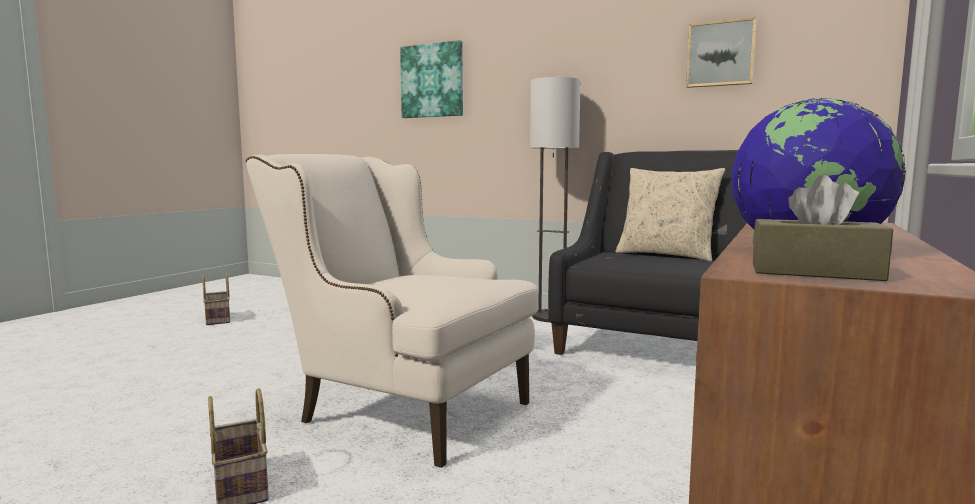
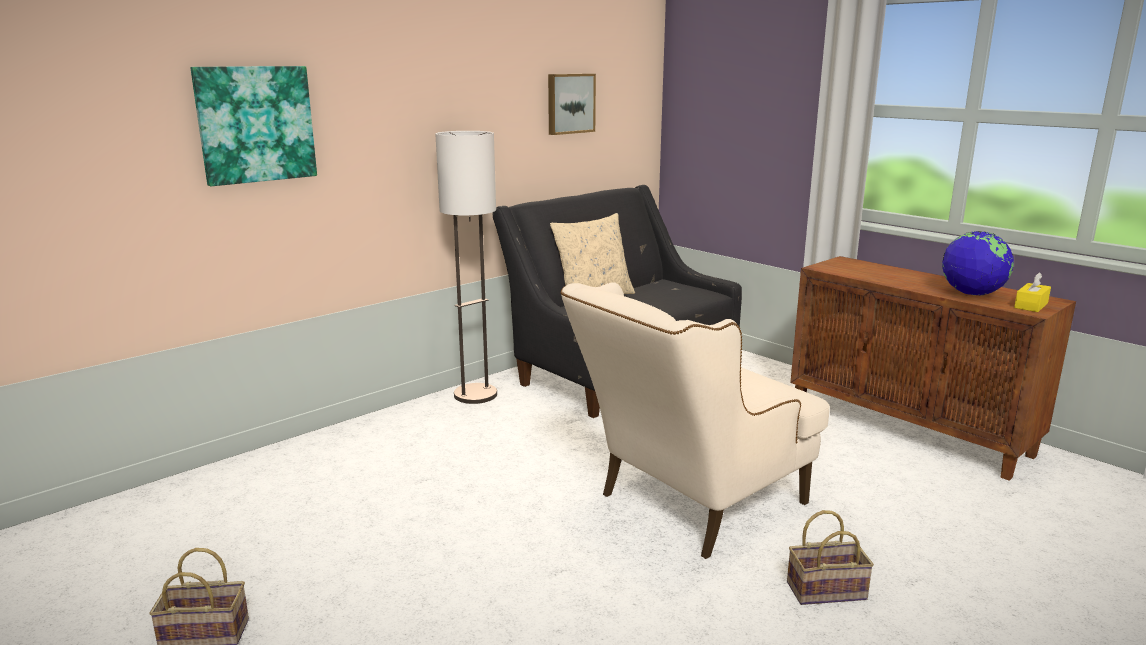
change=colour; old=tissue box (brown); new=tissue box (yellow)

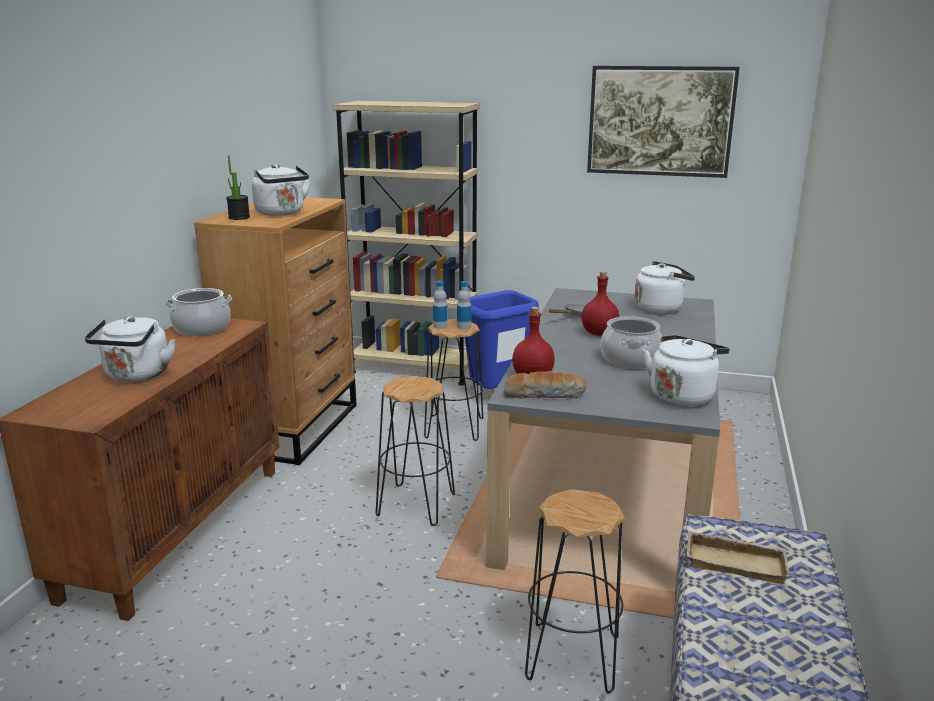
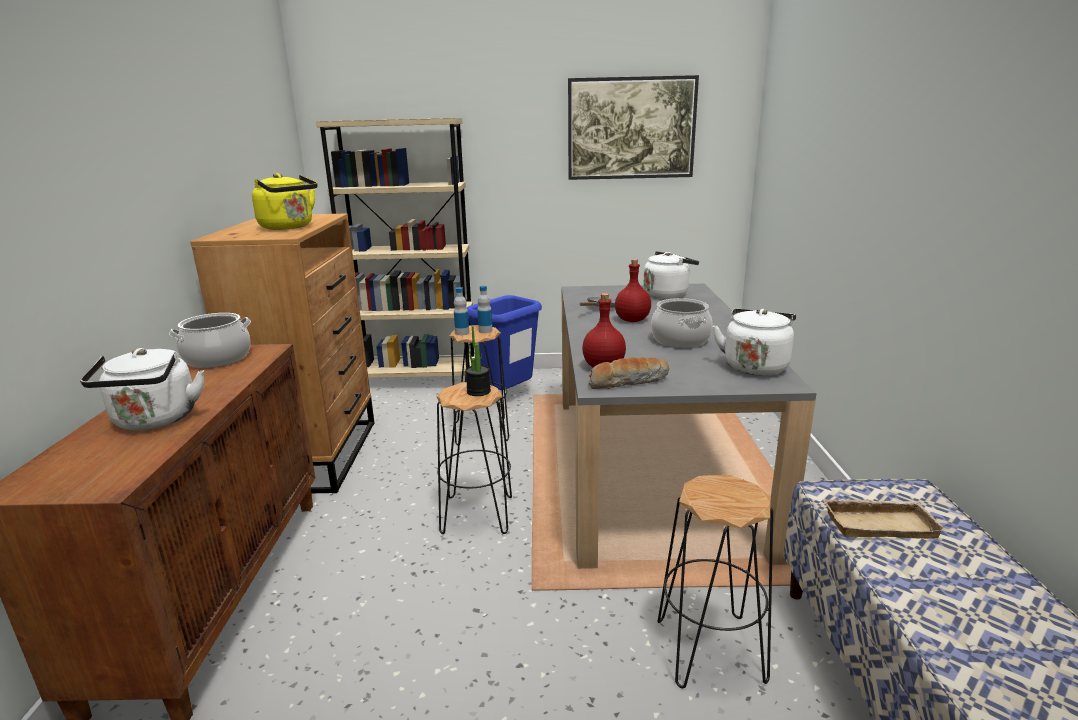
change=colour; old=kettle (white) (no. 2 from left); new=kettle (yellow)
change=relocated; old=potted plant

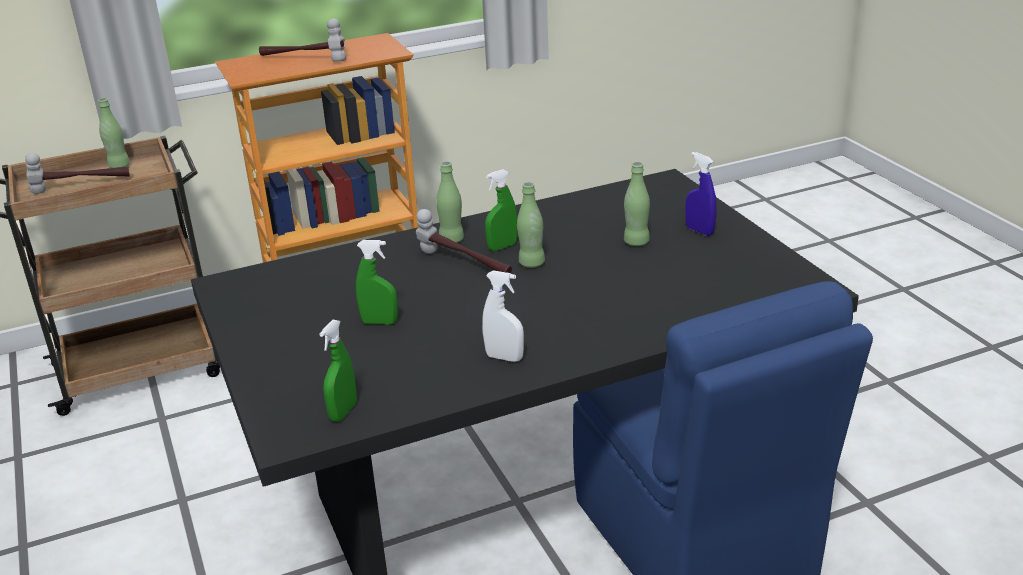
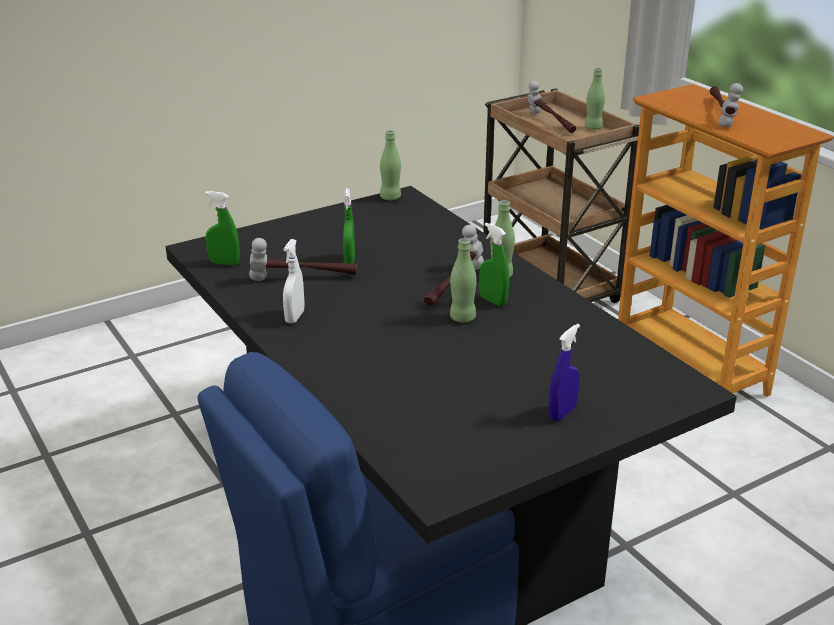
change=appeared; new=hammer (no. 1 from left)
change=relocated; old=bottle (green) (no. 4 from left in the first image); new=bottle (green) (no. 1 from left)

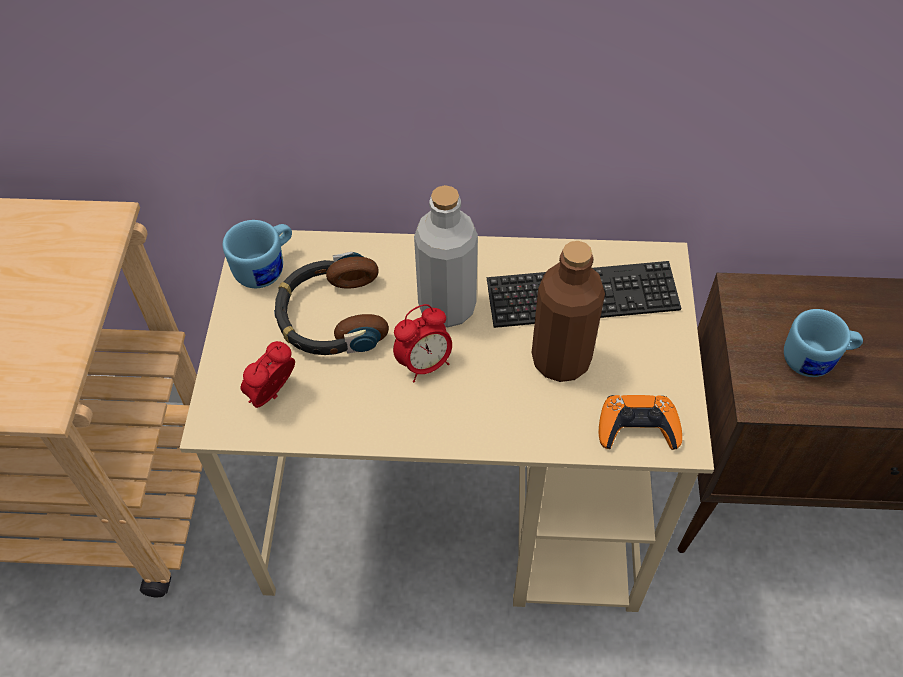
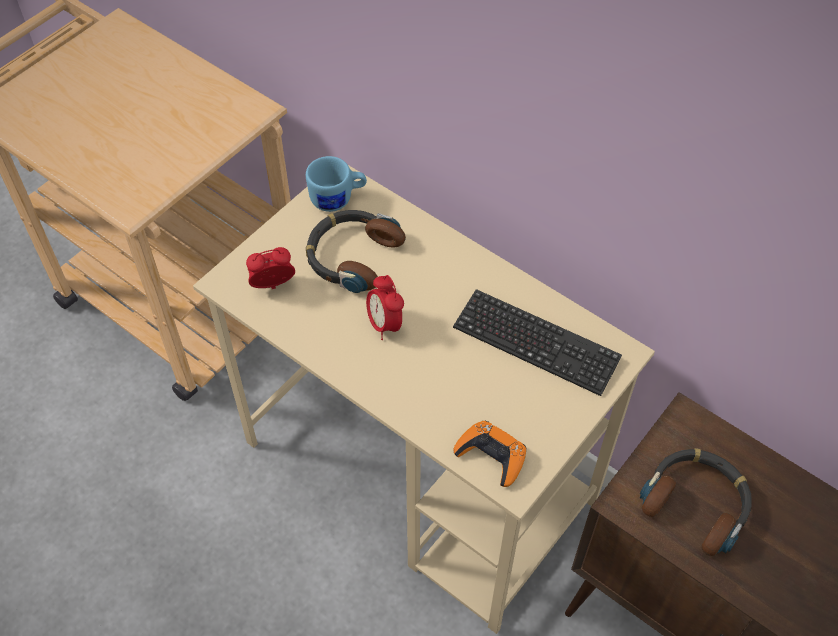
change=spun; old=alarm clock (no. 2 from left); degrees=60
change=exchanged; old=mug (blue) (no. 2 from left); new=headphones (no. 2 from left)
change=missing; old=bottle (grey)
change=missing; old=bottle (brown)

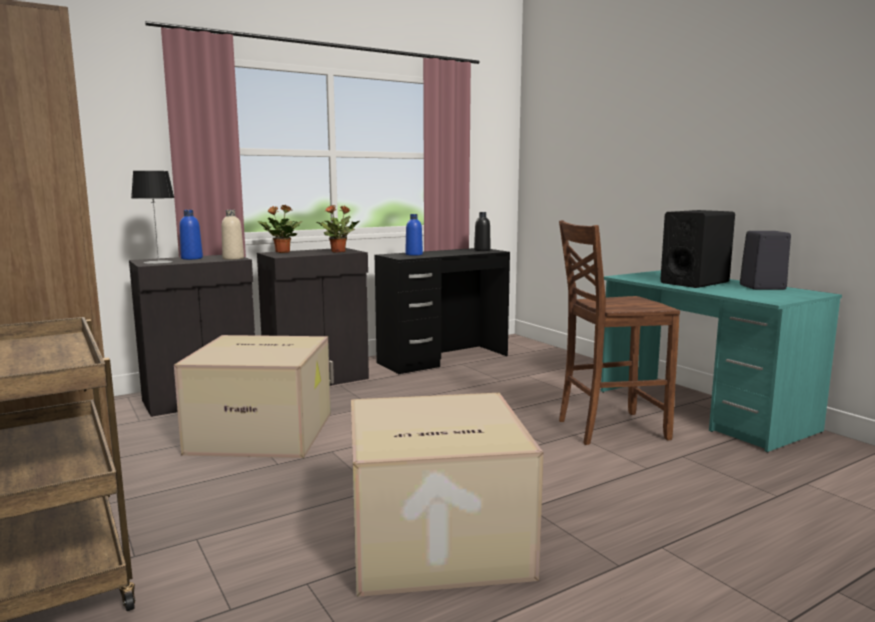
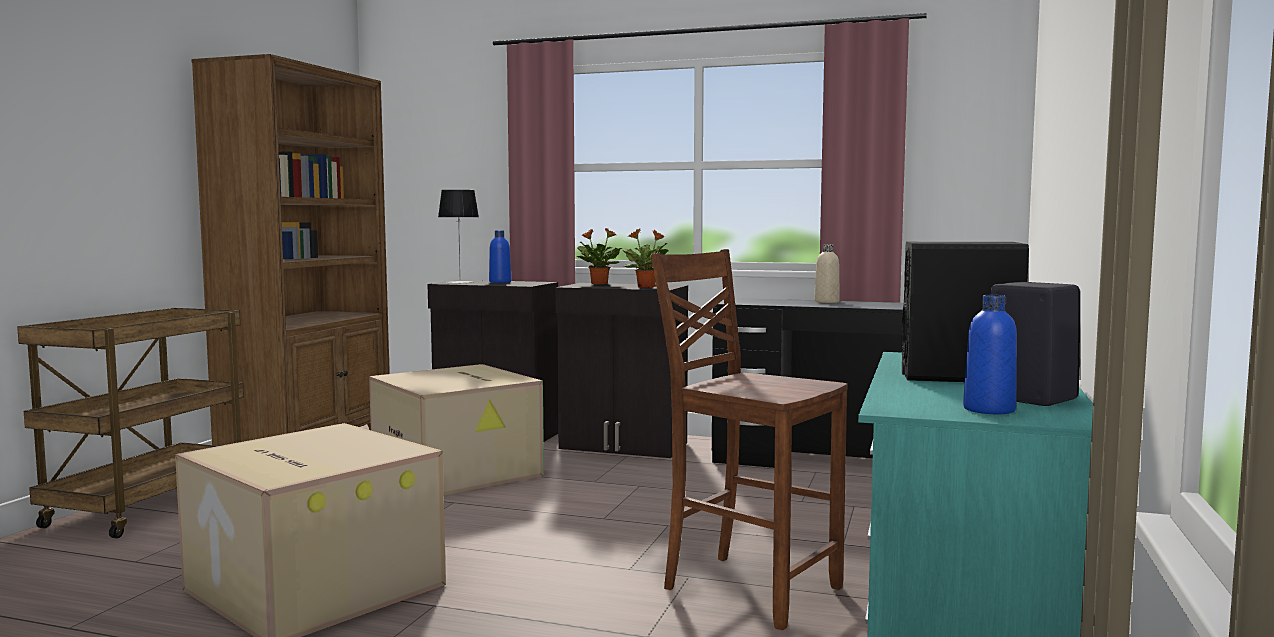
change=relocated; old=bottle (beige)
change=relocated; old=bottle (blue) (no. 2 from left)
change=missing; old=bottle (black)

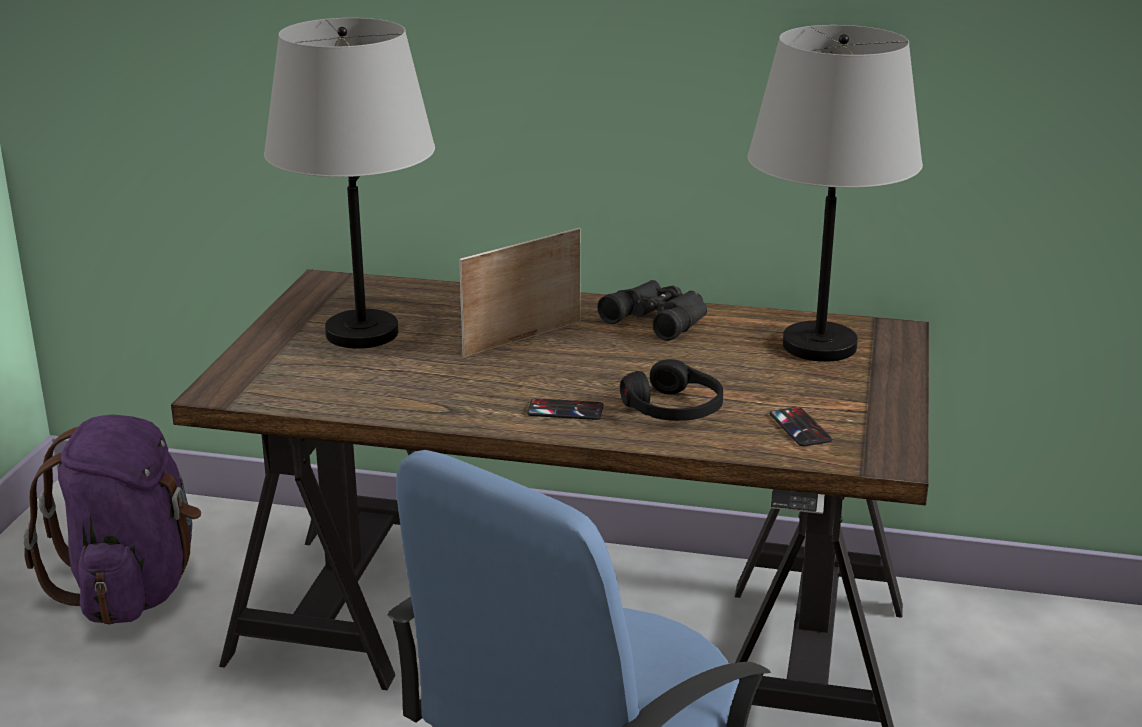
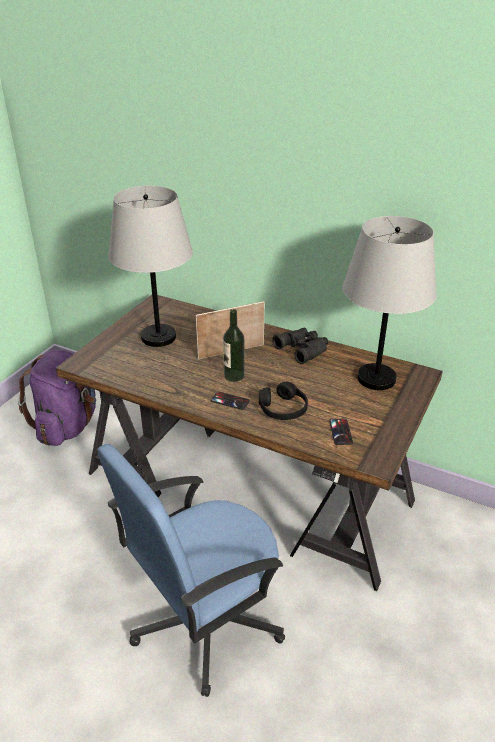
change=appeared; new=bottle

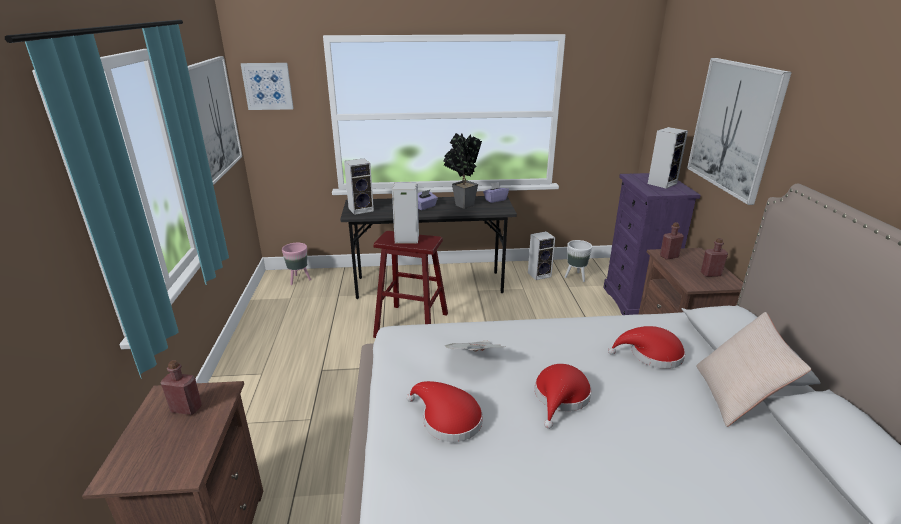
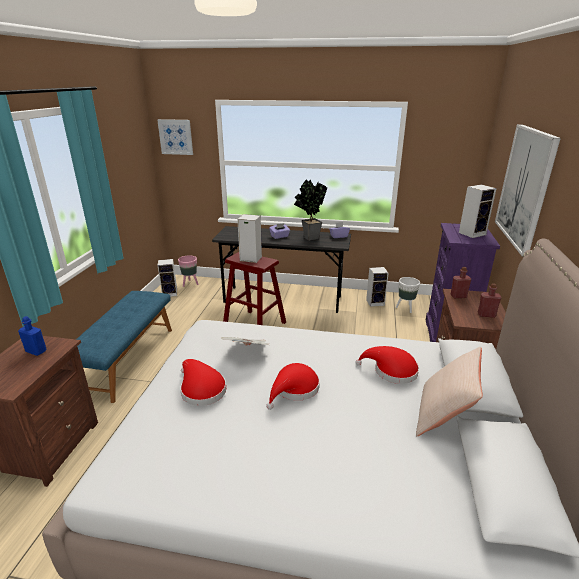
change=colour; old=bottle (red) (no. 1 from left); new=bottle (blue)
change=appeared; new=bench (blue)
change=relocated; old=speaker (no. 1 from left)
change=missing; old=picture (no. 1 from left)

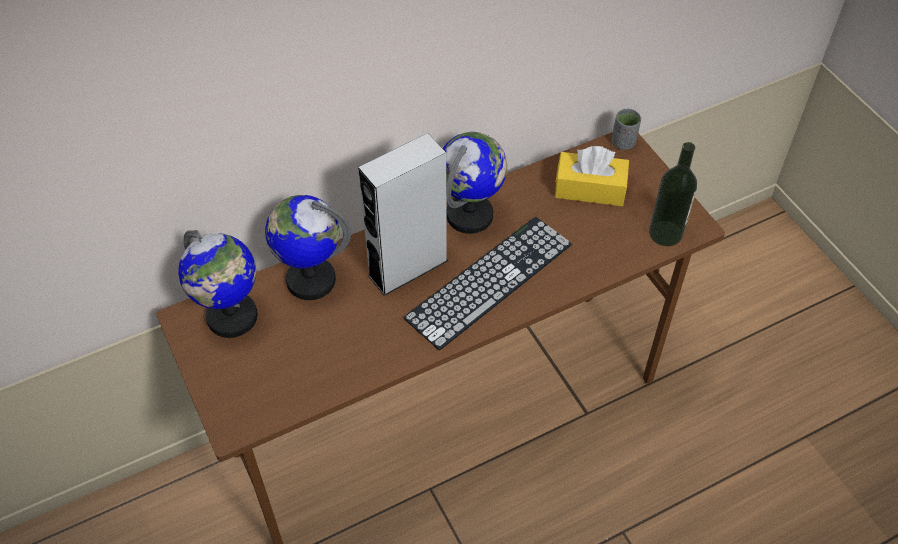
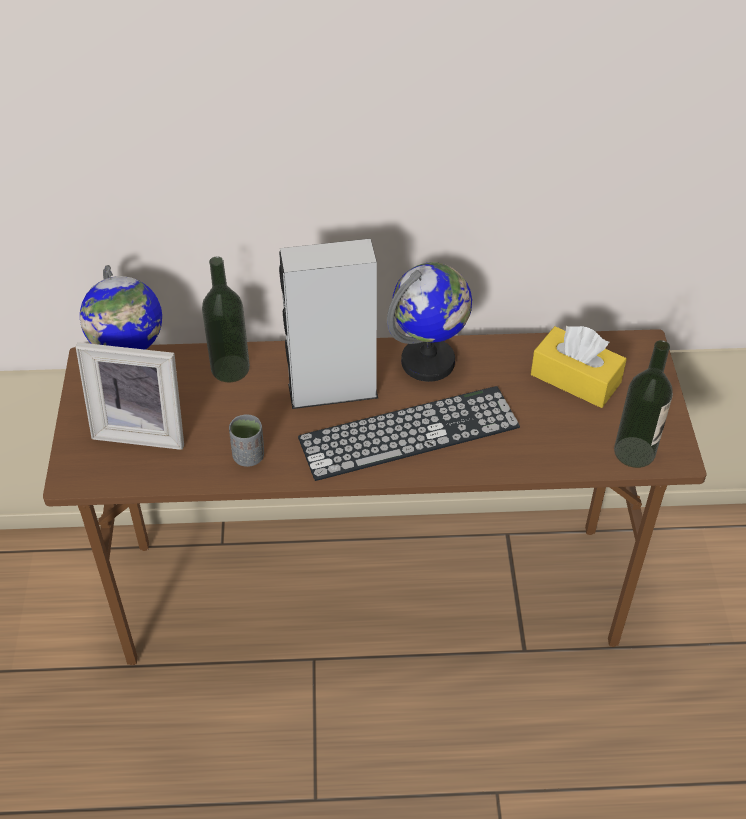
change=appeared; new=picture frame
change=exchanged; old=globe (no. 2 from left); new=bottle (no. 1 from left)
change=relocated; old=cup (grey)

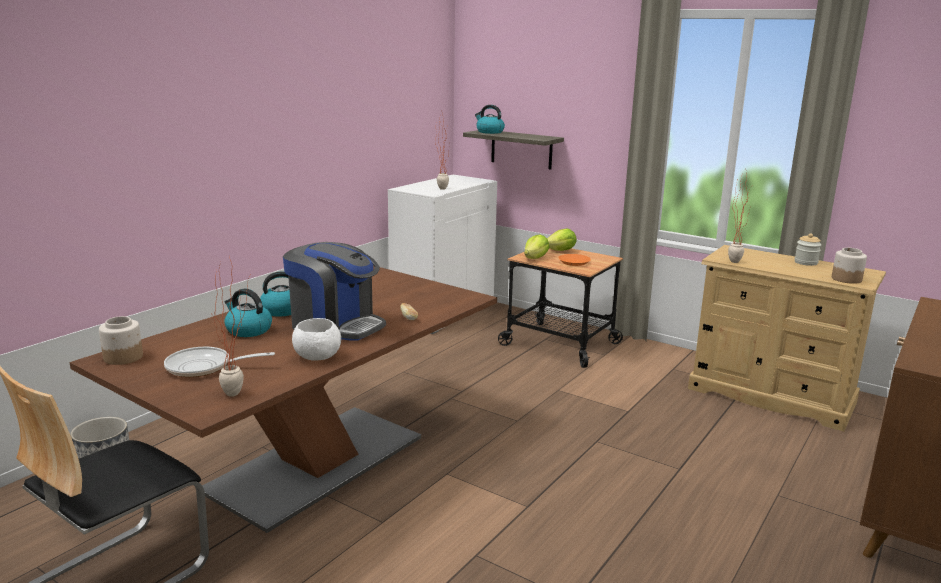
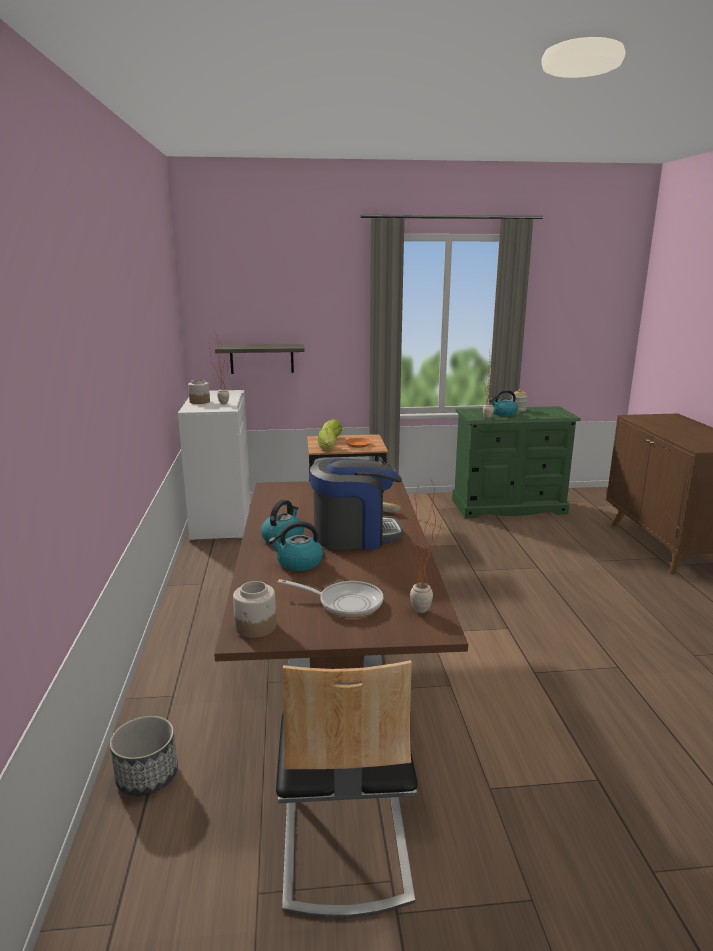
change=relocated; old=jar (no. 3 from left in the first image); new=jar (no. 1 from left)
change=spun; old=frying pan; degrees=-120
change=colour; old=dresser (beige); new=dresser (green)
change=relocated; old=kettle (no. 3 from left)
change=missing; old=bowl (white)

